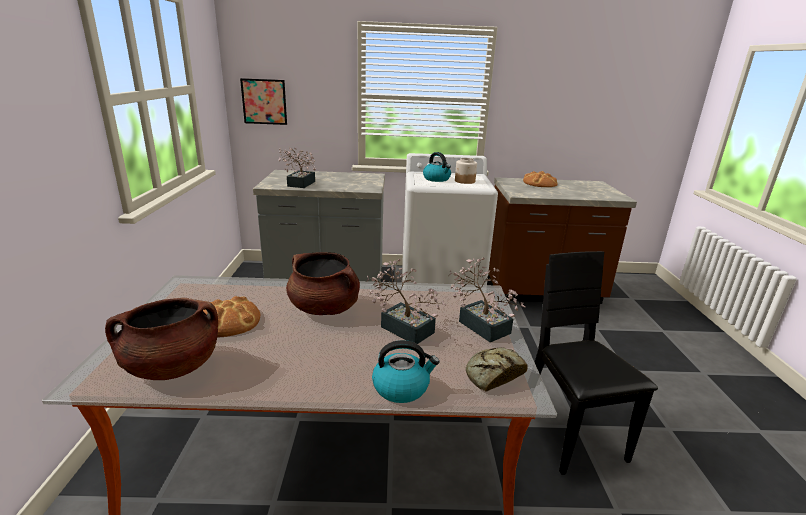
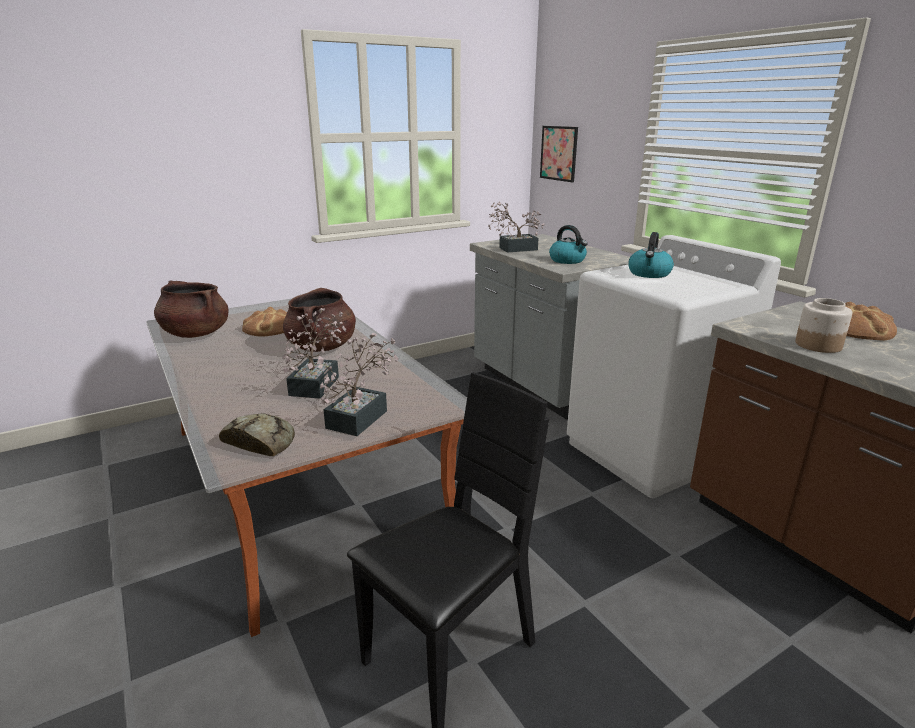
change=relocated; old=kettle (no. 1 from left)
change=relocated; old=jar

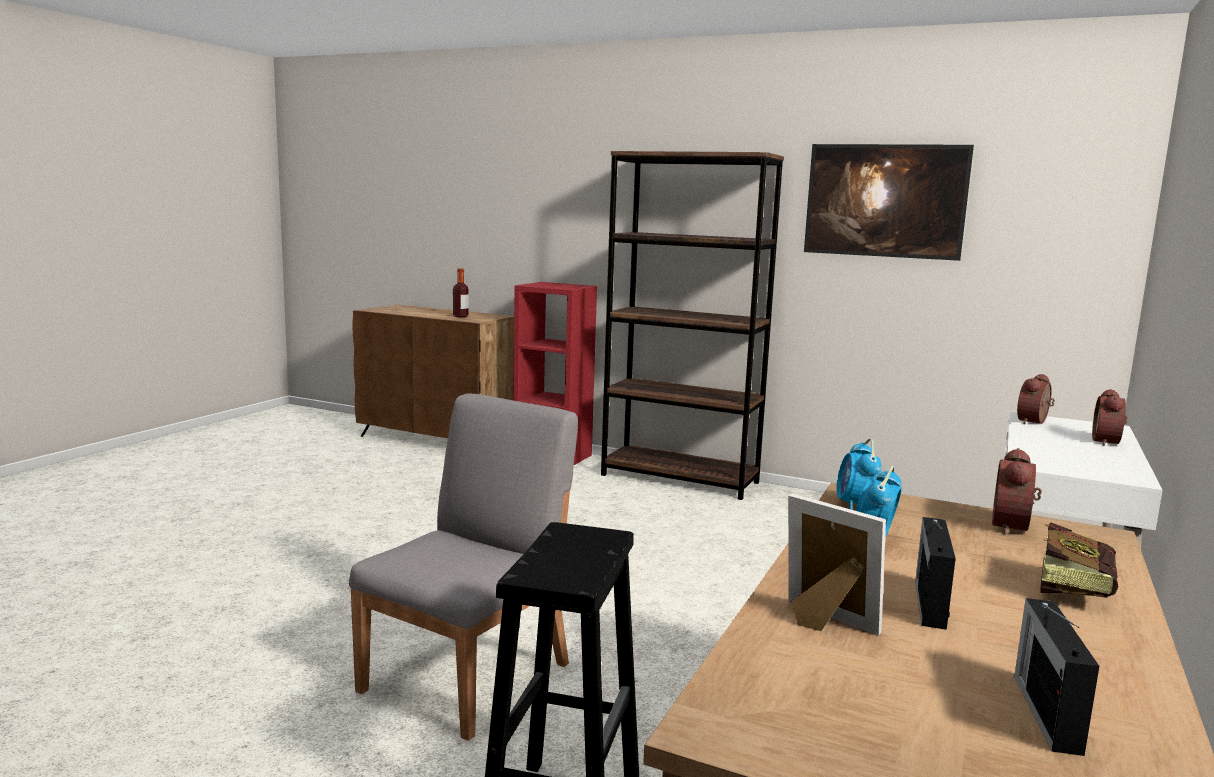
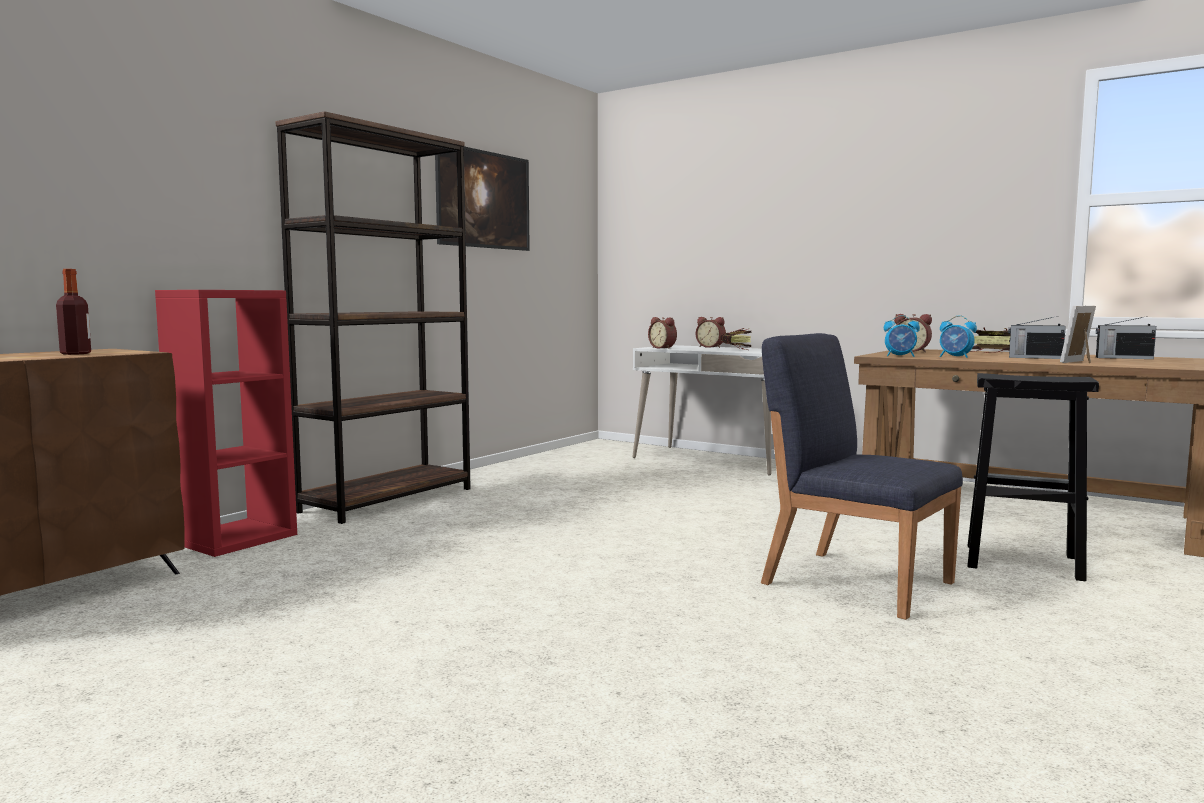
change=appeared; new=book (no. 1 from left)
change=colour; old=chair (grey); new=chair (blue)

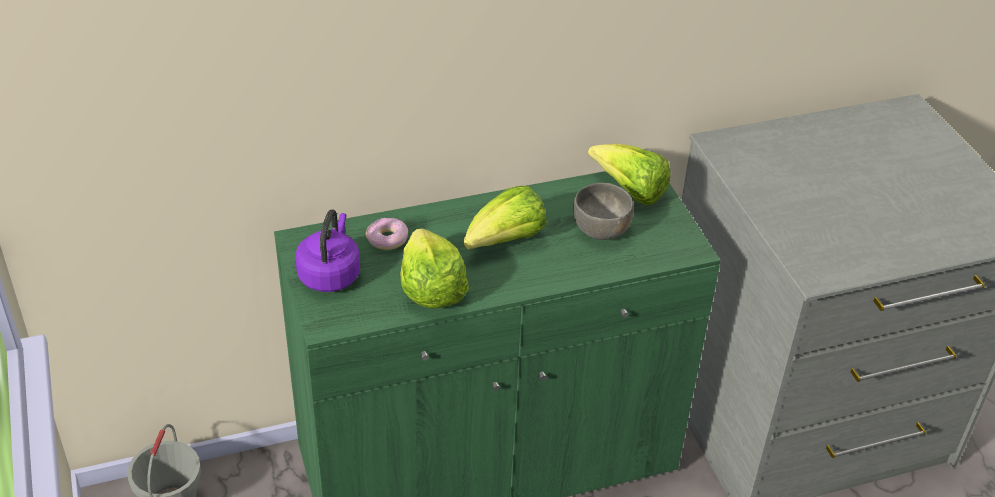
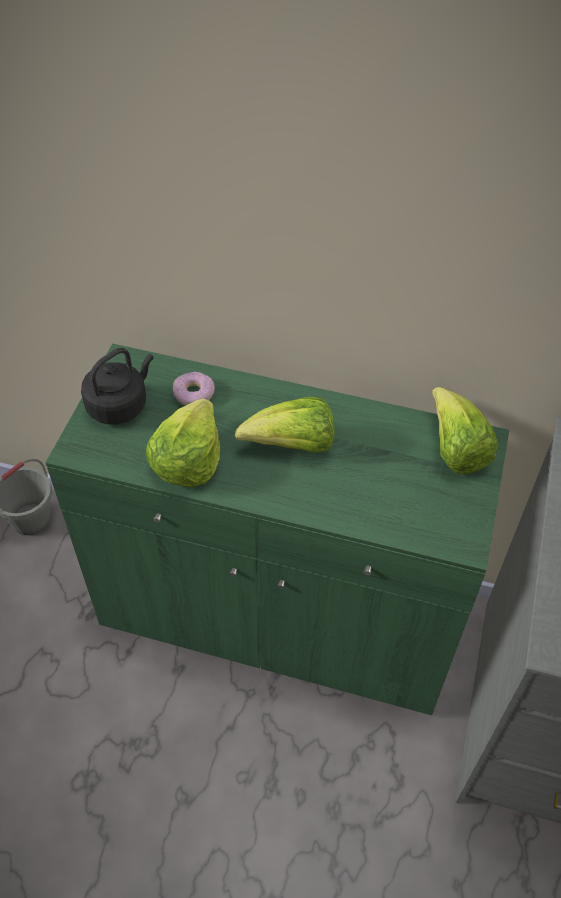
change=colour; old=kettle (purple); new=kettle (black)
change=missing; old=bowl (grey)

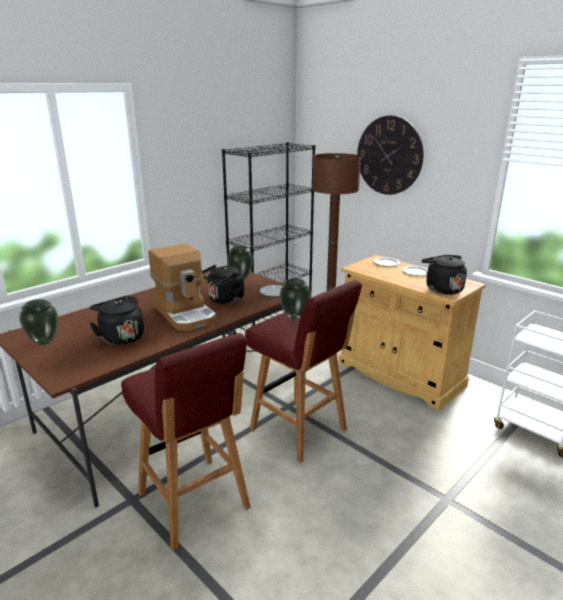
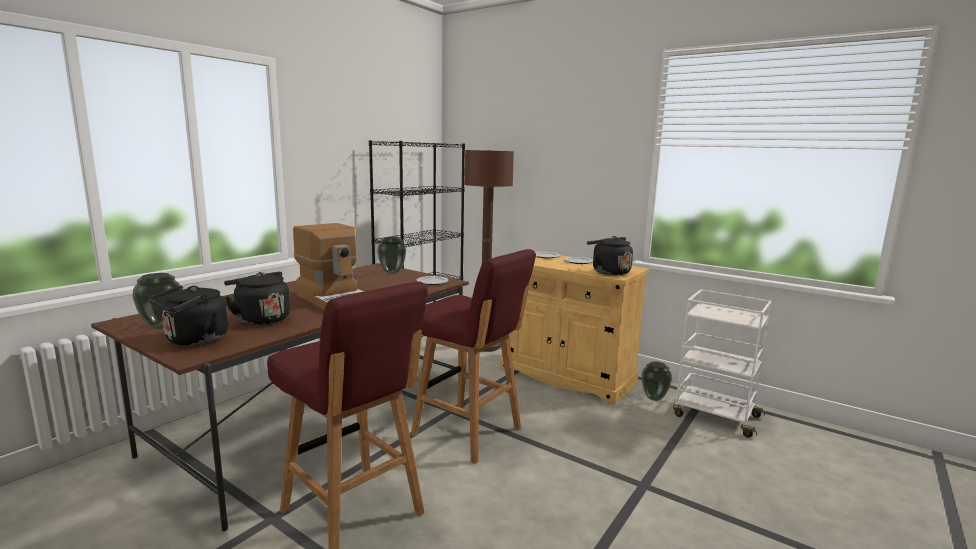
change=relocated; old=kettle (black) (no. 2 from left in the first image); new=kettle (black) (no. 1 from left)
change=relocated; old=vase (no. 3 from left)
change=missing; old=wall clock

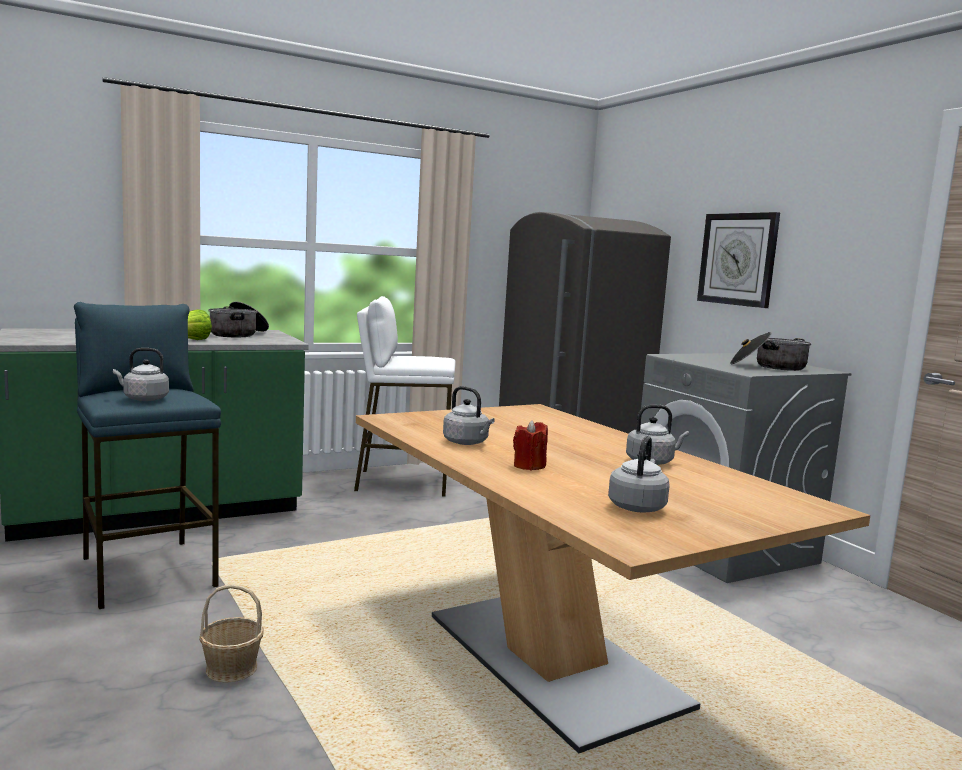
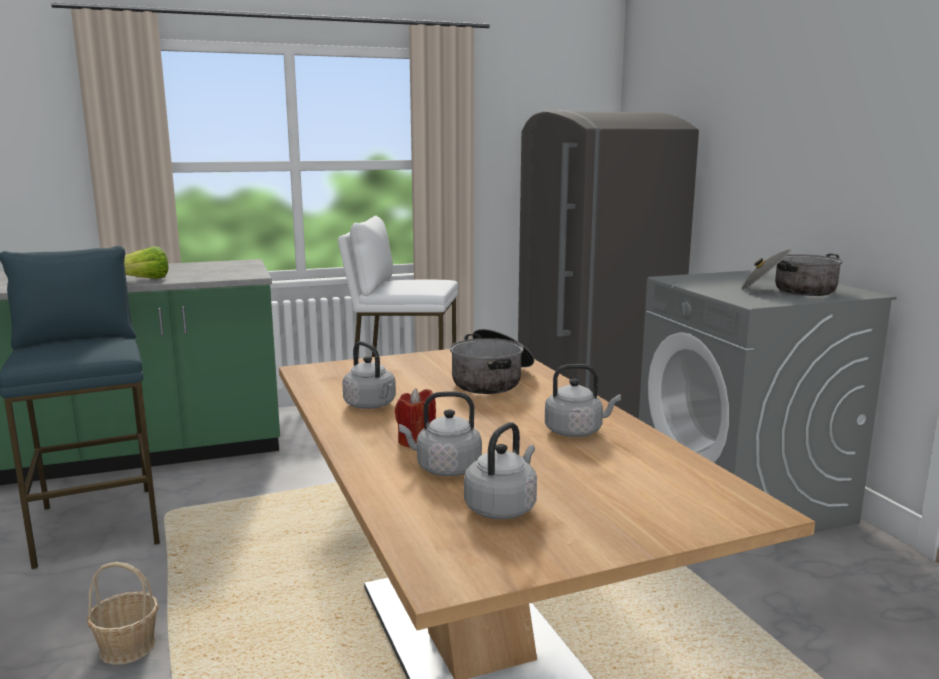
change=relocated; old=kettle (grey) (no. 1 from left in the first image); new=kettle (grey) (no. 2 from left)
change=relocated; old=cooking pot (no. 1 from left)
change=missing; old=wall clock

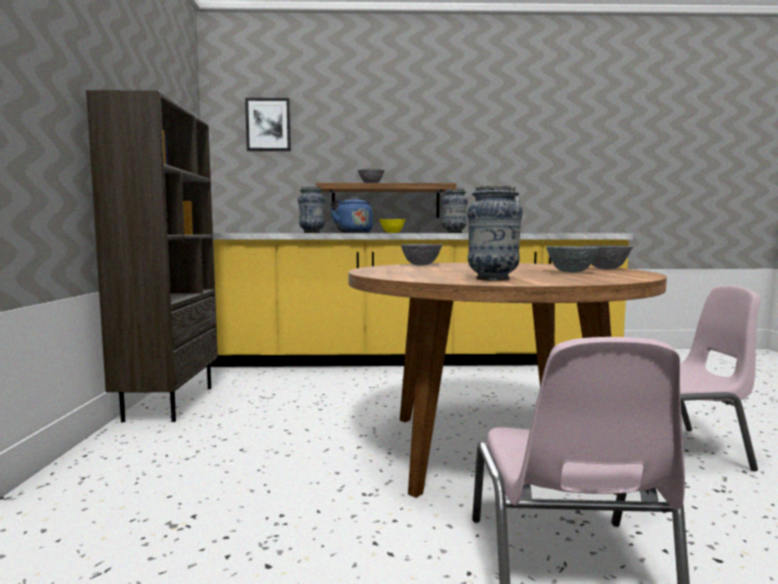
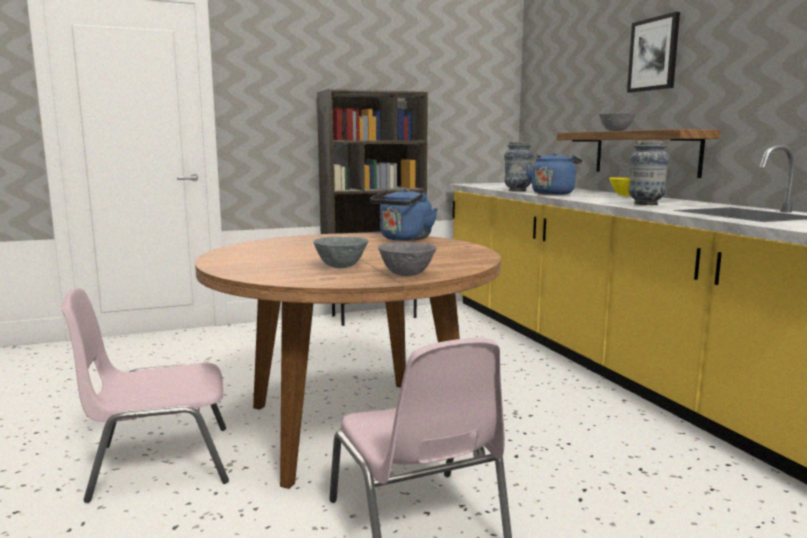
change=exchanged; old=bowl (grey) (no. 2 from left); new=kettle (blue) (no. 1 from left)
change=relocated; old=picture
change=missing; old=vase (no. 3 from left)

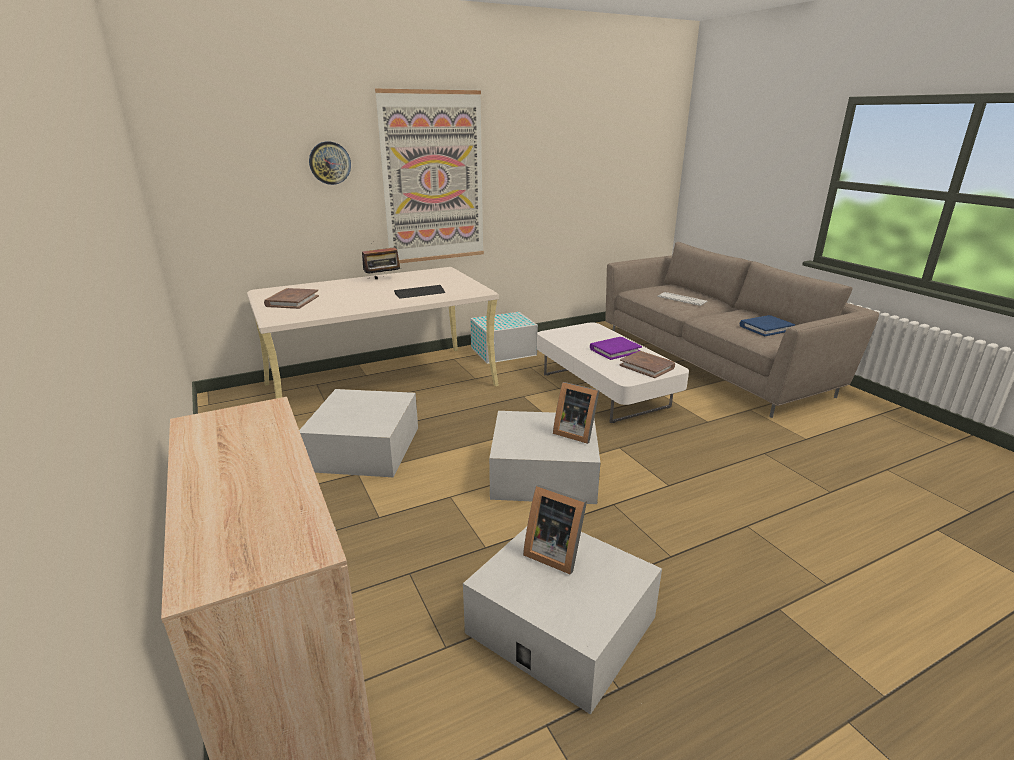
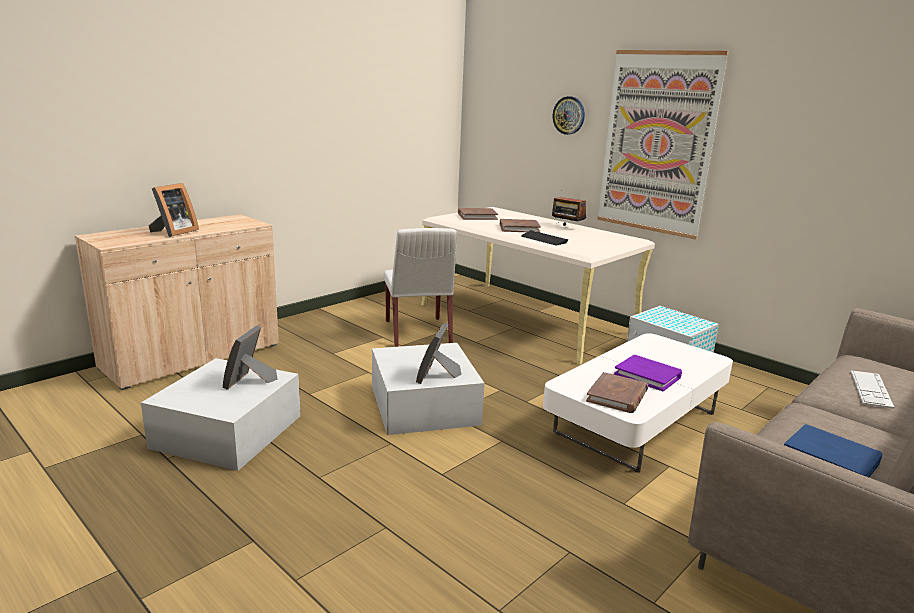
change=appeared; new=picture frame (no. 1 from left)
change=exchanged; old=storage box (white) (no. 1 from left); new=chair (white)
change=appeared; new=book (brown) (no. 2 from left)

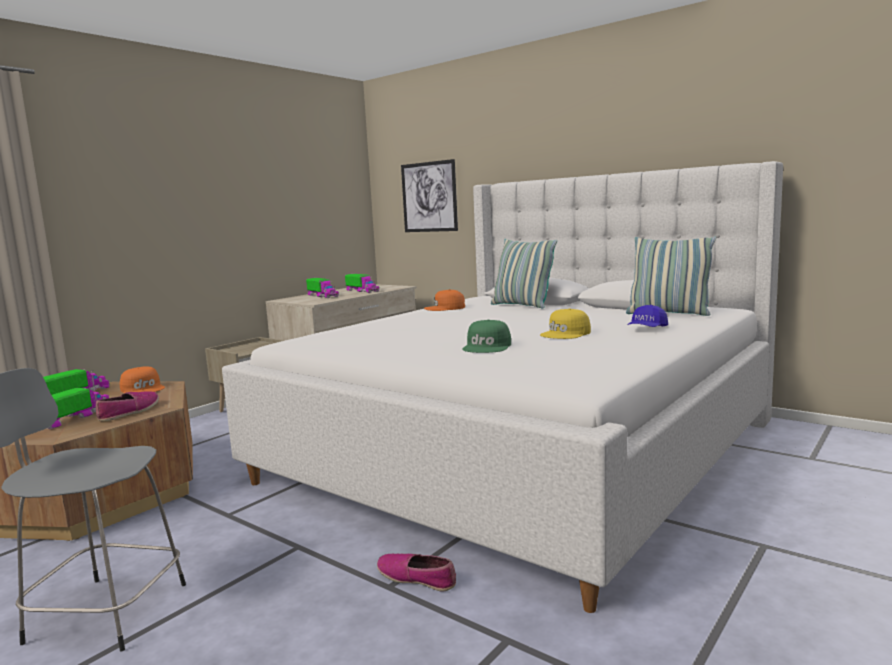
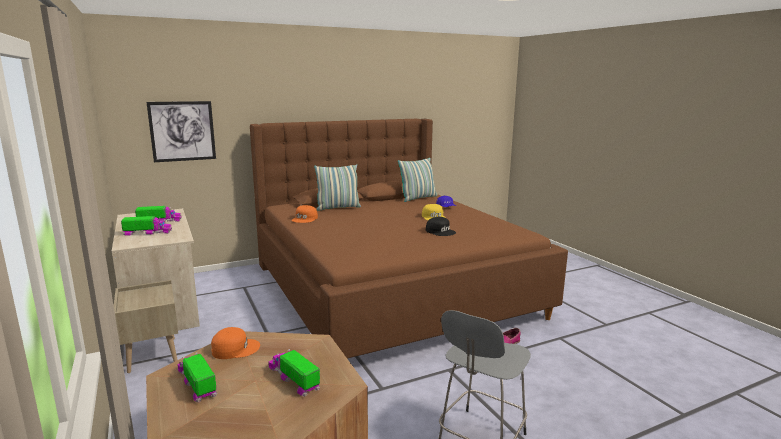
change=colour; old=bed (white); new=bed (brown)
change=colour; old=cap (green); new=cap (black)
change=missing; old=shoe (no. 1 from left)

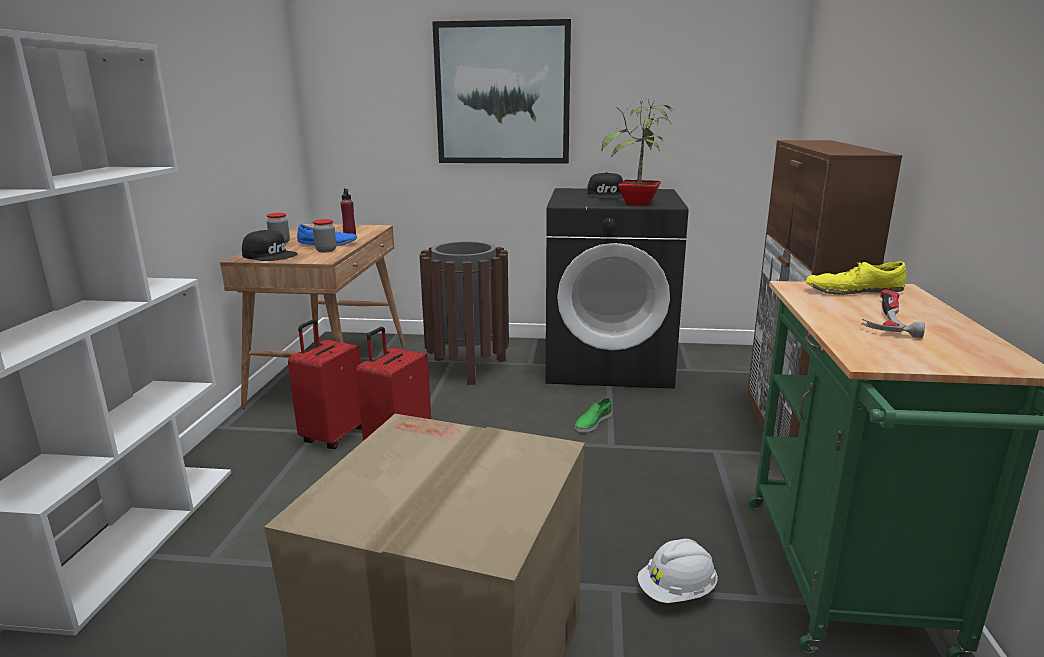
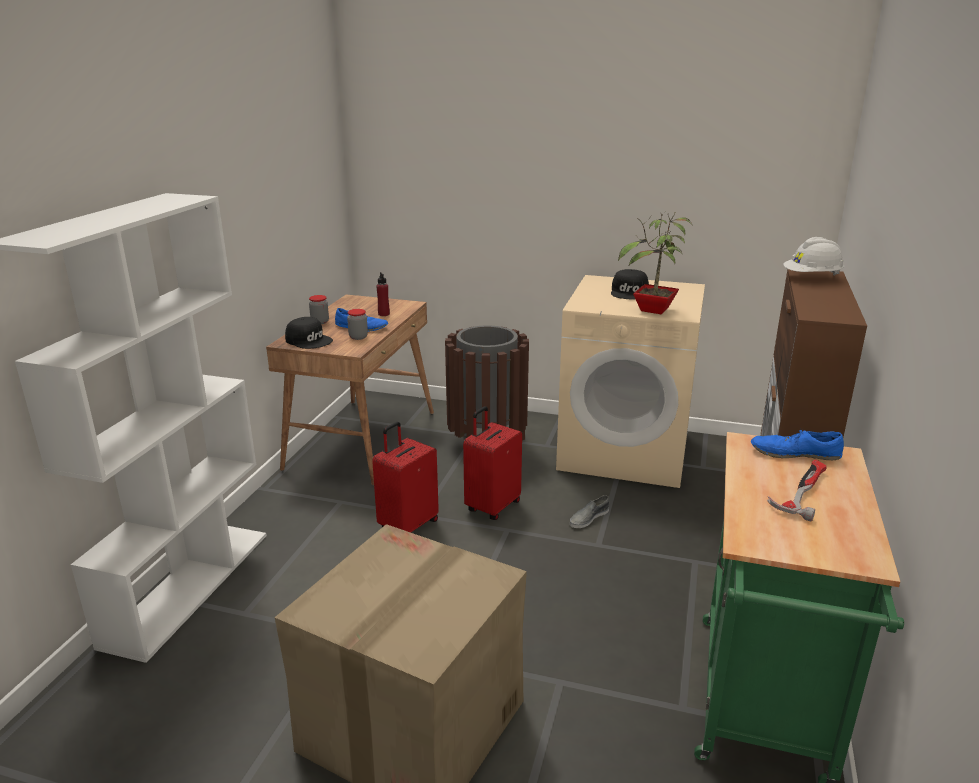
change=relocated; old=suitcase (red) (no. 1 from left in the first image); new=suitcase (red) (no. 2 from left)
change=colour; old=washing machine (black); new=washing machine (beige)
change=colour; old=shoe (green); new=shoe (grey)
change=colour; old=shoe (yellow); new=shoe (blue) (no. 2 from left)
change=relocated; old=hard hat (white)
change=missing; old=picture

